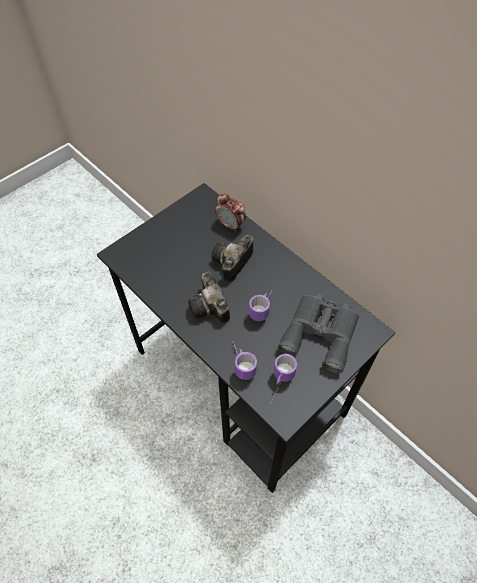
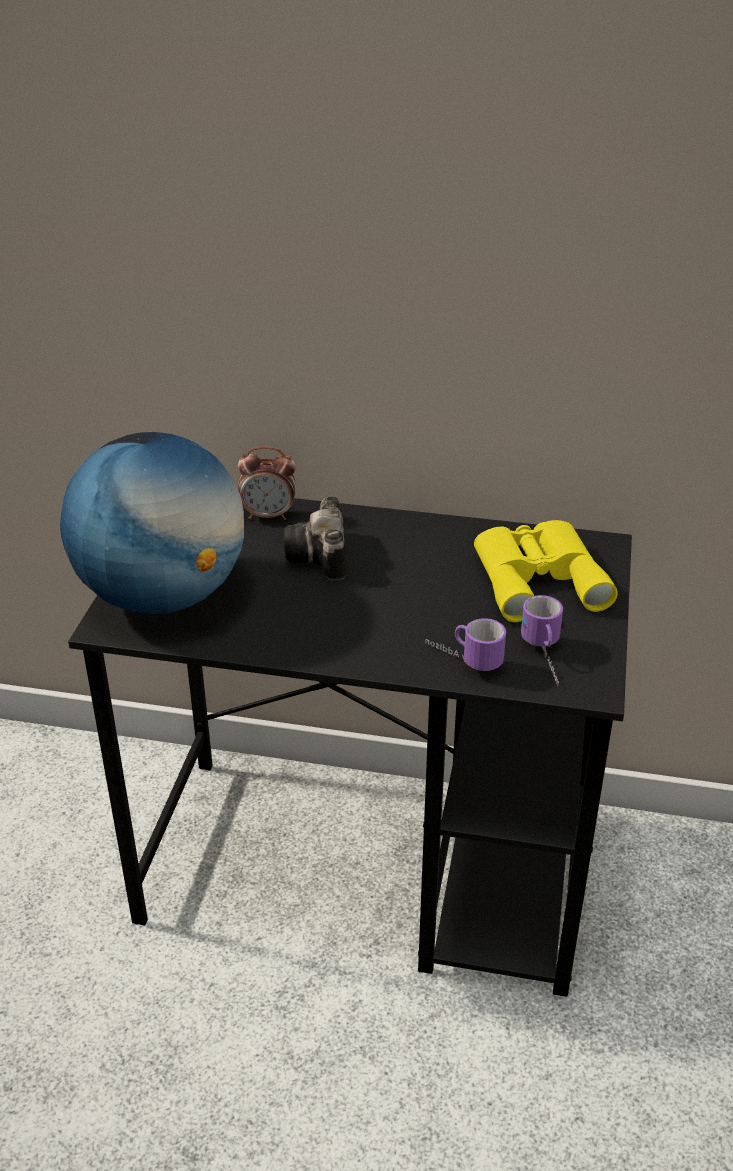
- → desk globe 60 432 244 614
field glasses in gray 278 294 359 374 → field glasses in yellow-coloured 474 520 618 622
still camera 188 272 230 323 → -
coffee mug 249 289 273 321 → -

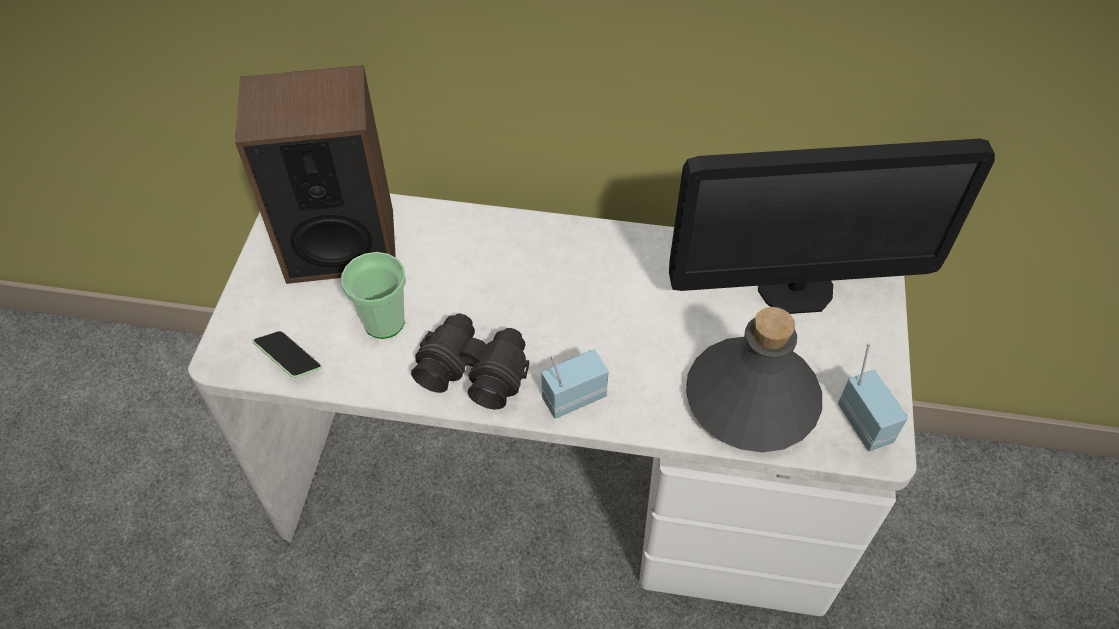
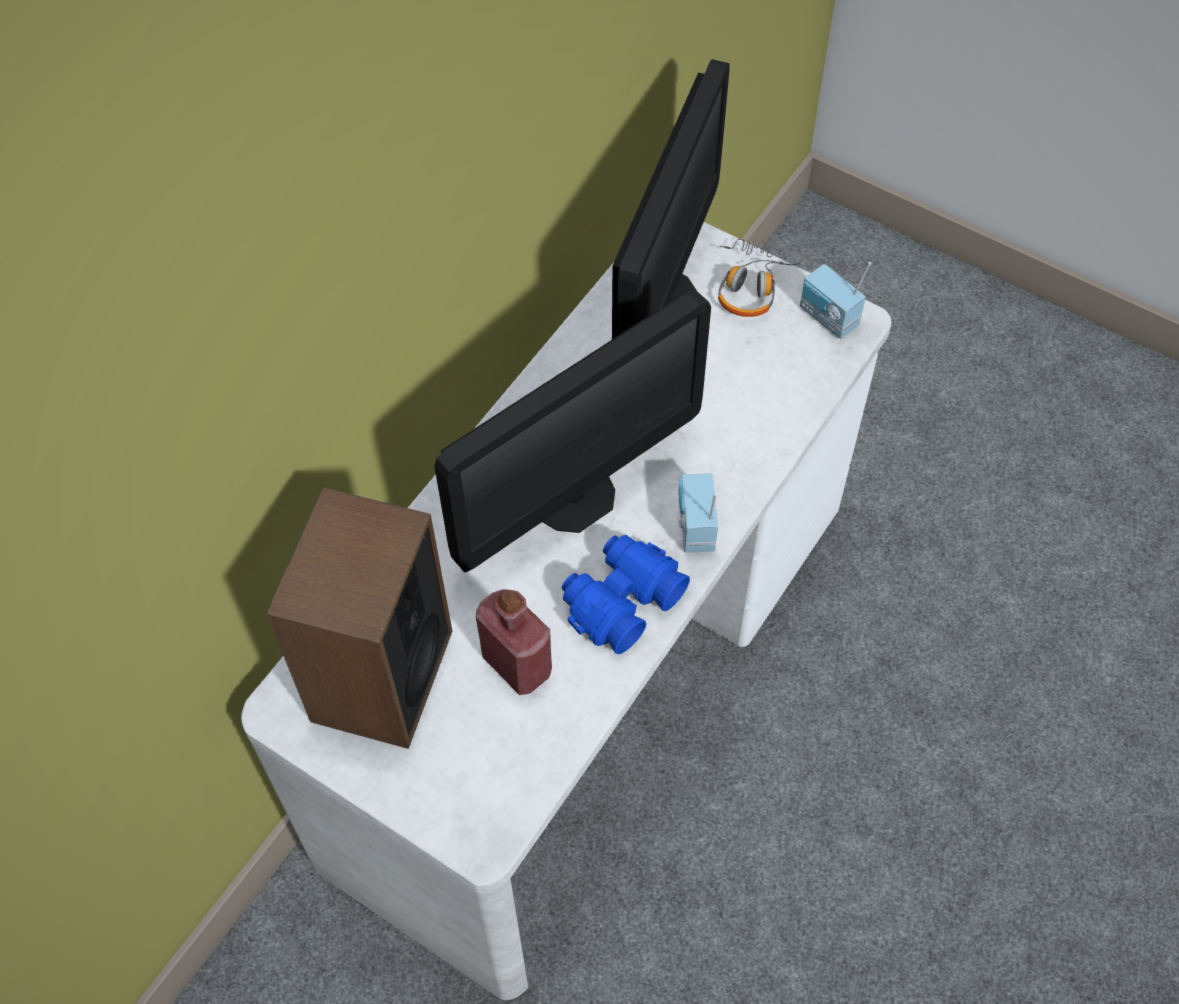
- → monitor 434 290 711 573
cup 341 252 406 339 → beverage bottle in red 476 589 552 695
field glasses in blackish 411 314 529 409 → field glasses in bluish 562 535 690 654
- → headphones 718 239 803 317
radio set 838 343 908 451 → radio set 800 262 871 339, 135 degrees counterclockwise
handset 253 331 322 378 → -
beverage bottle in gray 686 307 822 452 → -

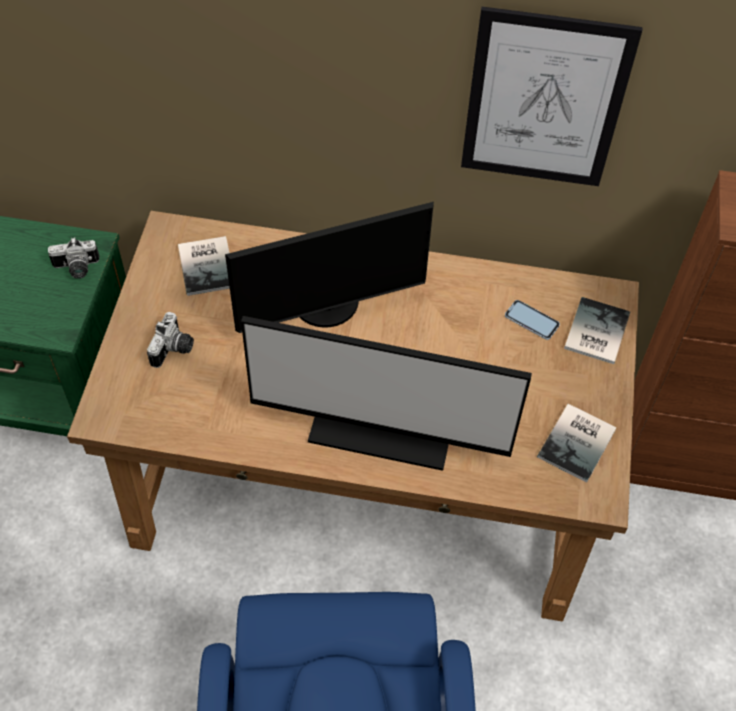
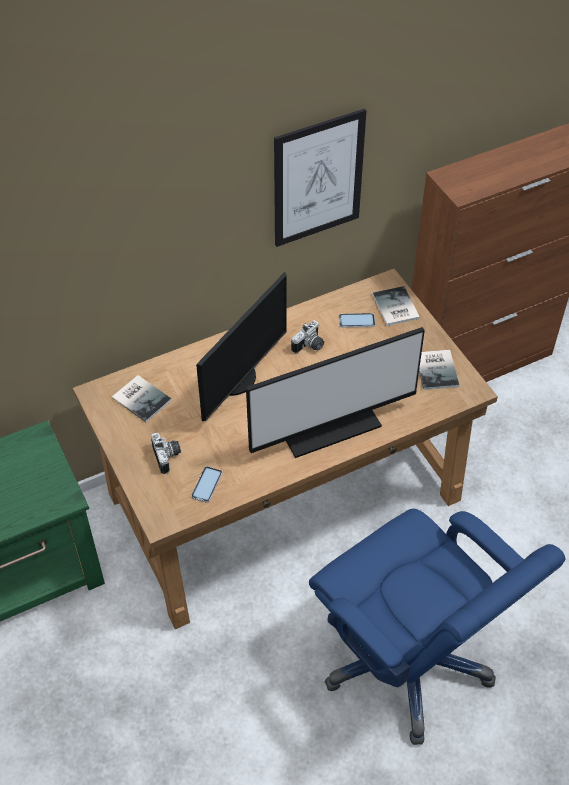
- → handset 191 466 222 503
still camera 48 238 100 279 → still camera 291 320 324 353, moved

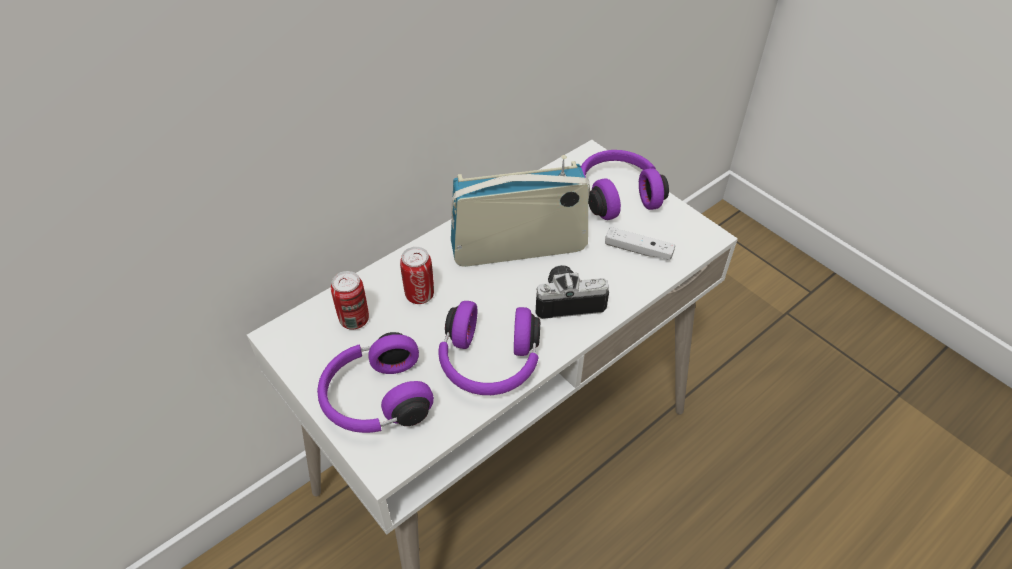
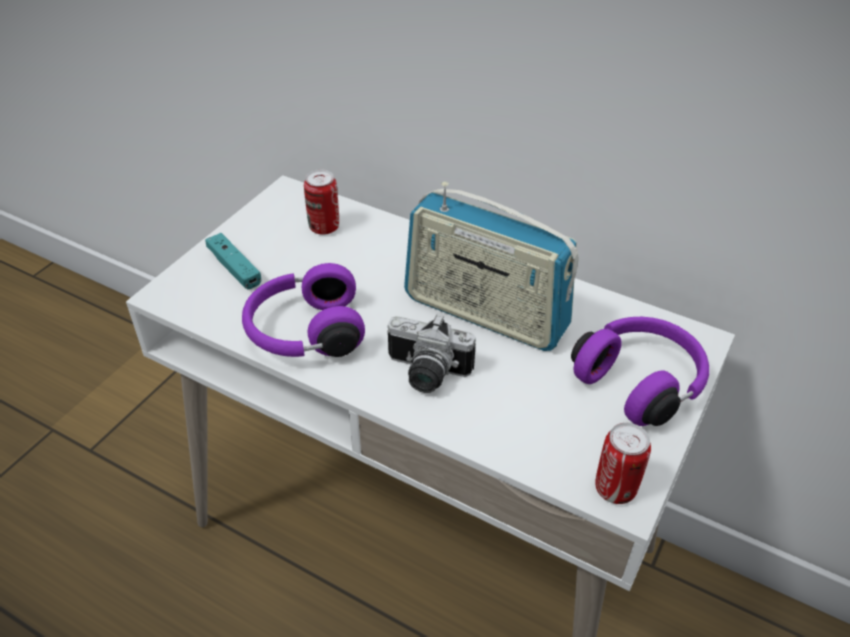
headphones in purple 317 332 434 433 → gamepad in turquoise-coloured 205 233 261 289
still camera 536 265 609 319 → still camera 387 315 476 393, 135 degrees clockwise
radio set 451 155 590 267 → radio set 404 182 579 351, 150 degrees clockwise
sealed can 400 247 434 304 → sealed can 595 423 651 504, moved
gamepad in white-coloured 605 227 675 260 → -

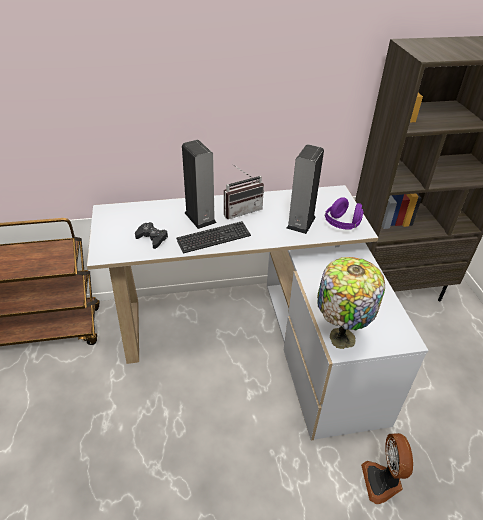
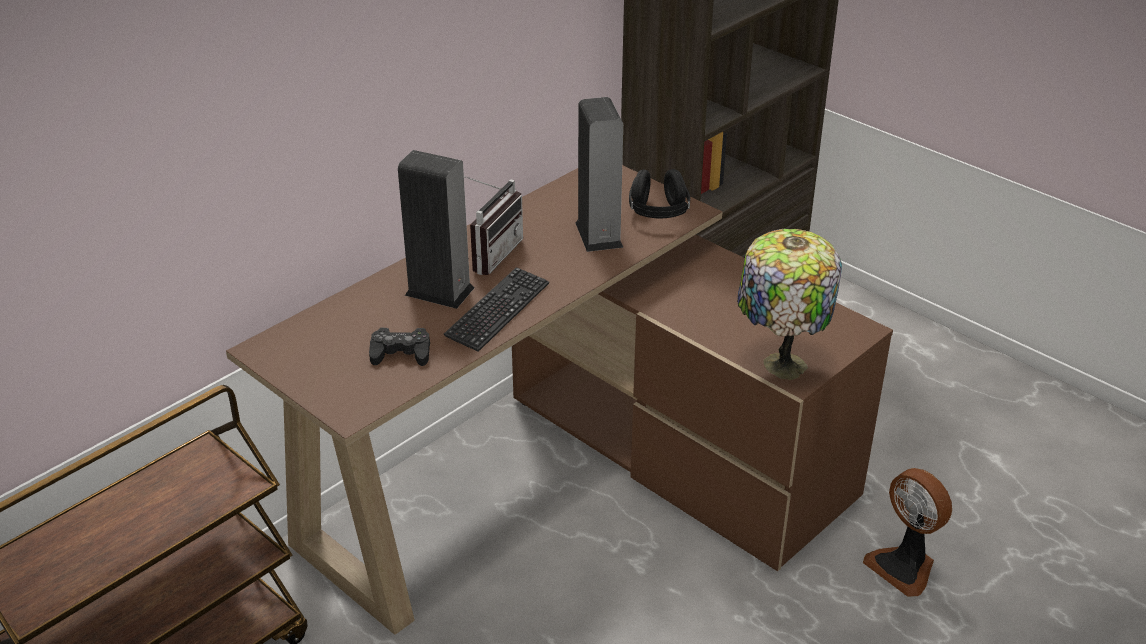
desk in white-coloured 87 185 428 440 → desk in brown-coloured 226 165 893 635
headphones in purple 325 198 364 230 → headphones in blackish 629 169 690 219

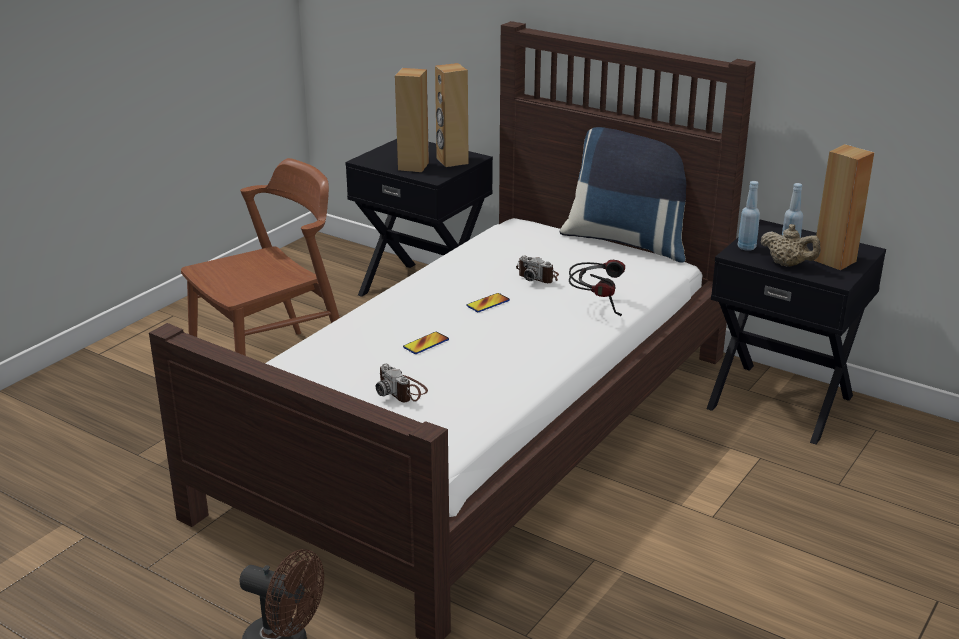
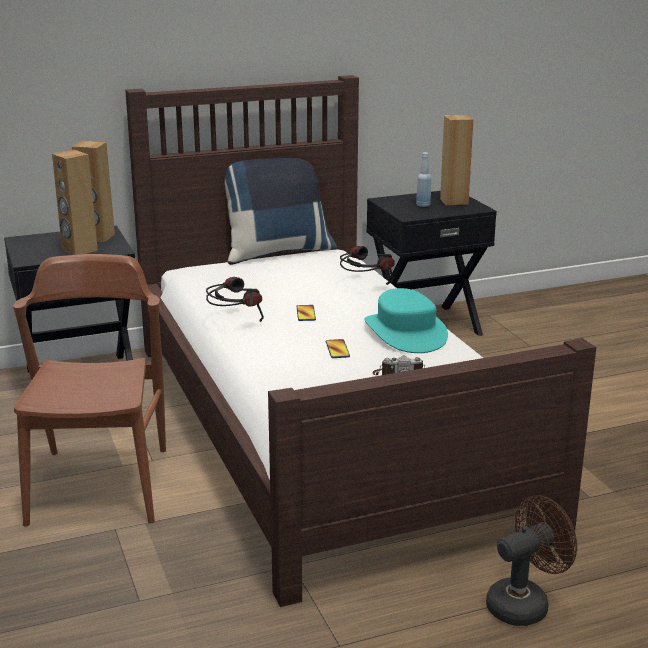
- → headphones 206 277 264 322
- → clothing hat in turquoise-coloured 364 288 448 353
still camera 516 256 559 283 → -
beverage bottle in bluish 737 181 760 251 → -
tea pot in sand-coloured 760 224 821 267 → -

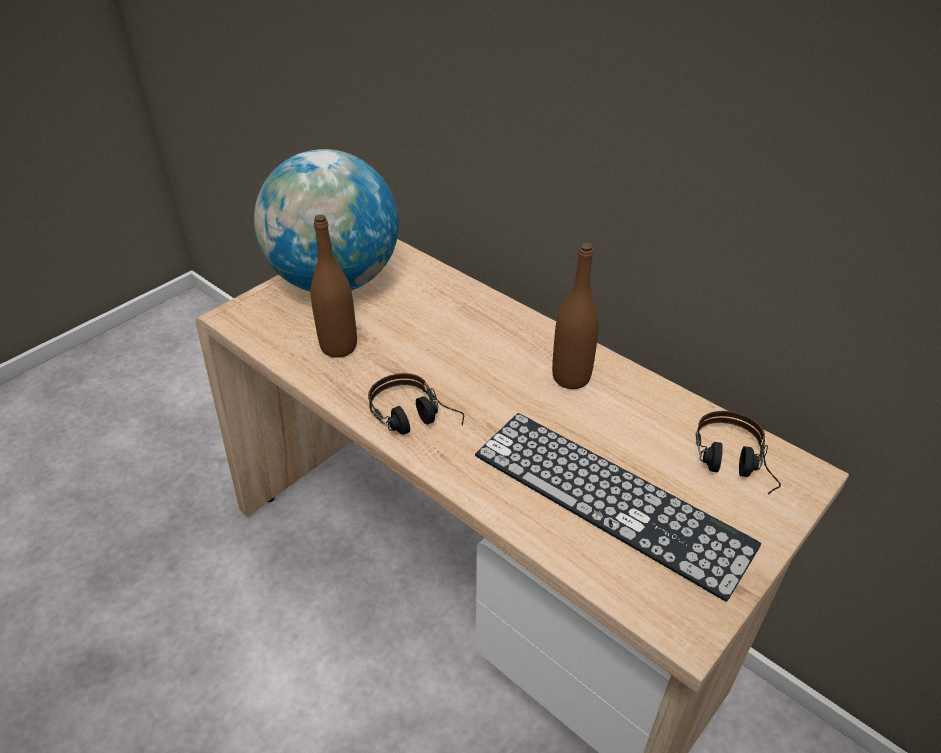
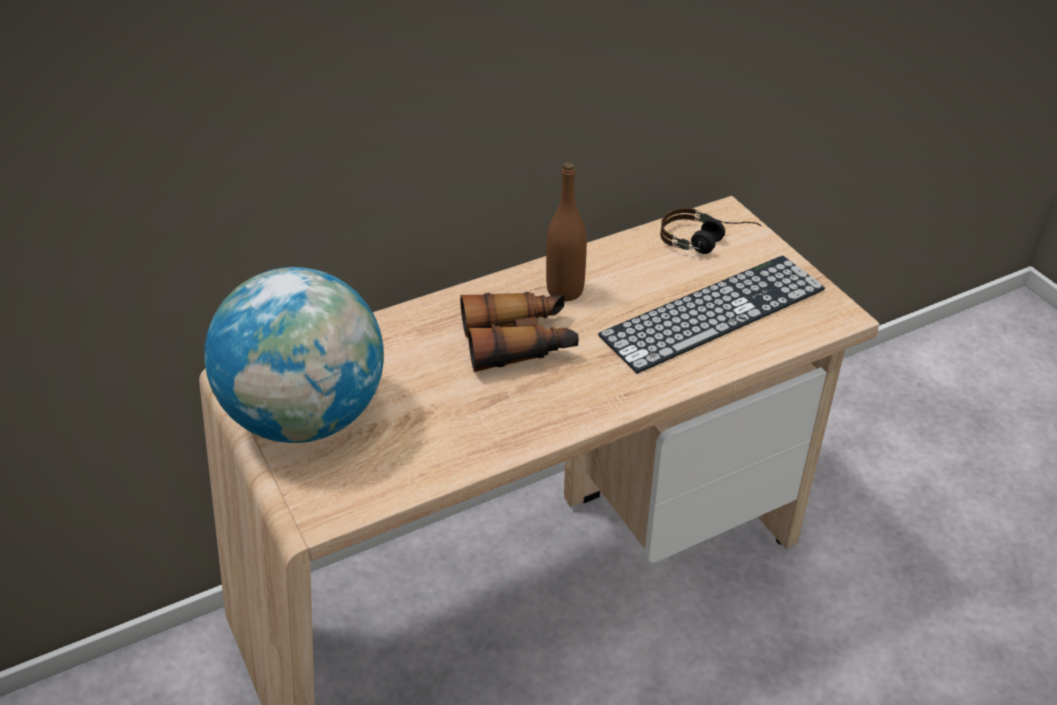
- → field glasses 460 292 579 372
beverage bottle in brown-coloured 311 214 357 358 → -
headphones 368 373 464 435 → -

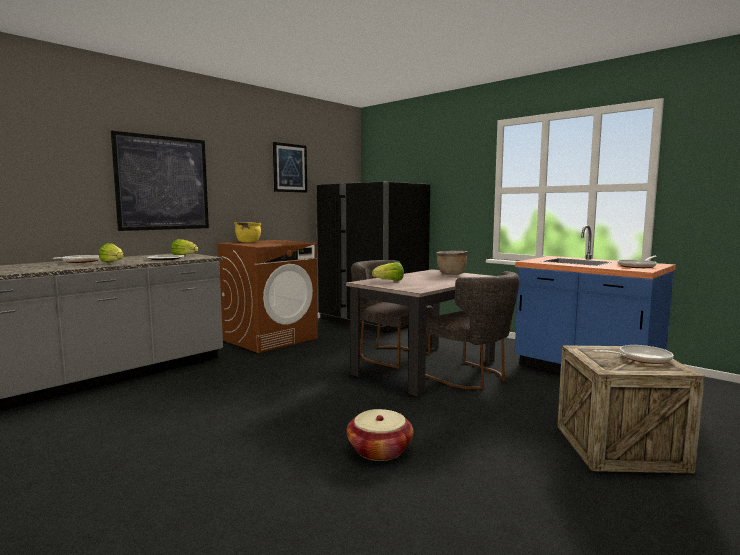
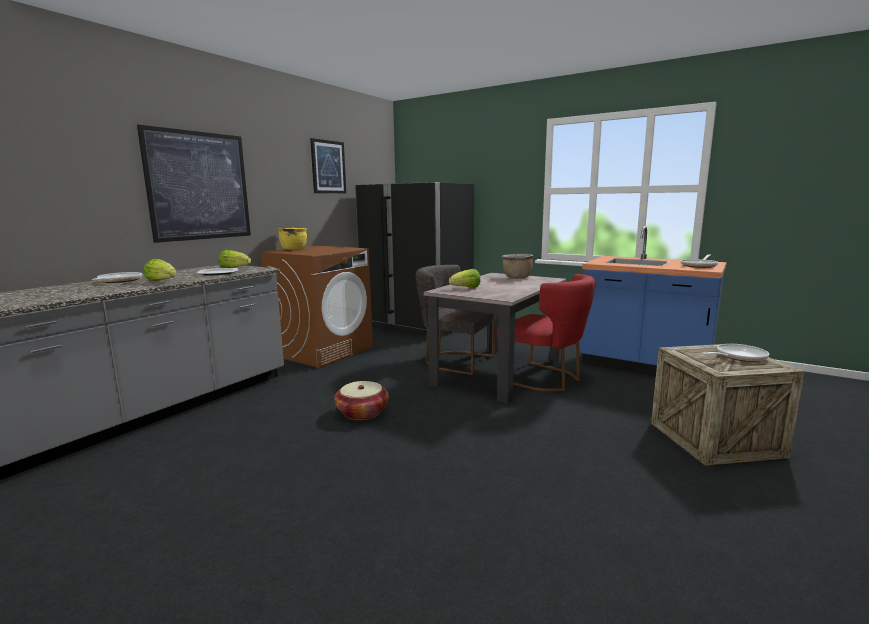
basket 347 409 413 461 → basket 334 381 389 420, moved
plain chair in gray 425 271 520 390 → plain chair in red 497 274 595 392

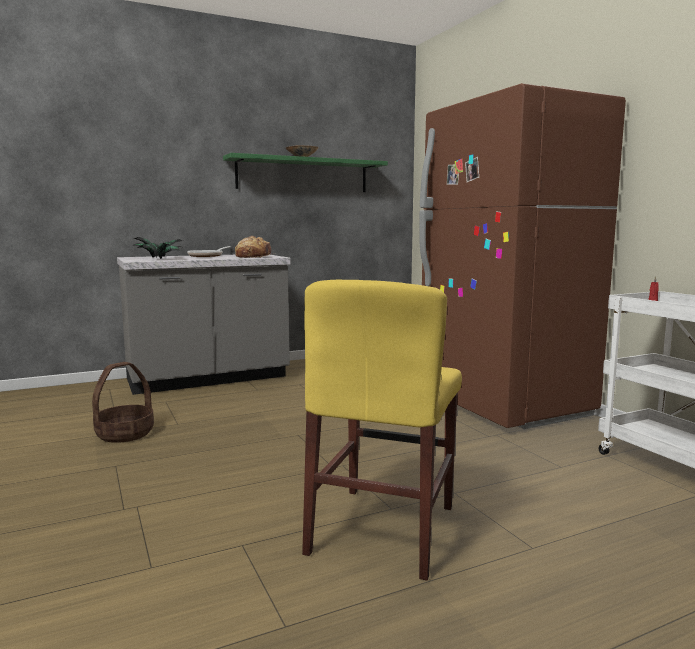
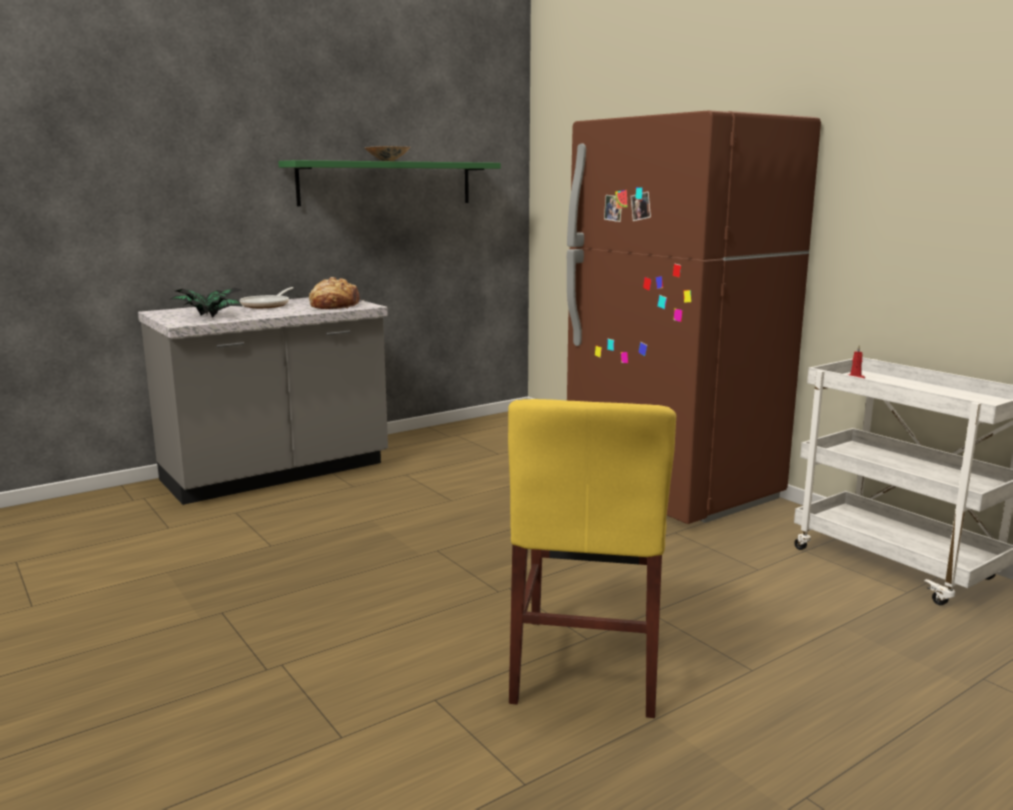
basket 92 362 154 443 → -

